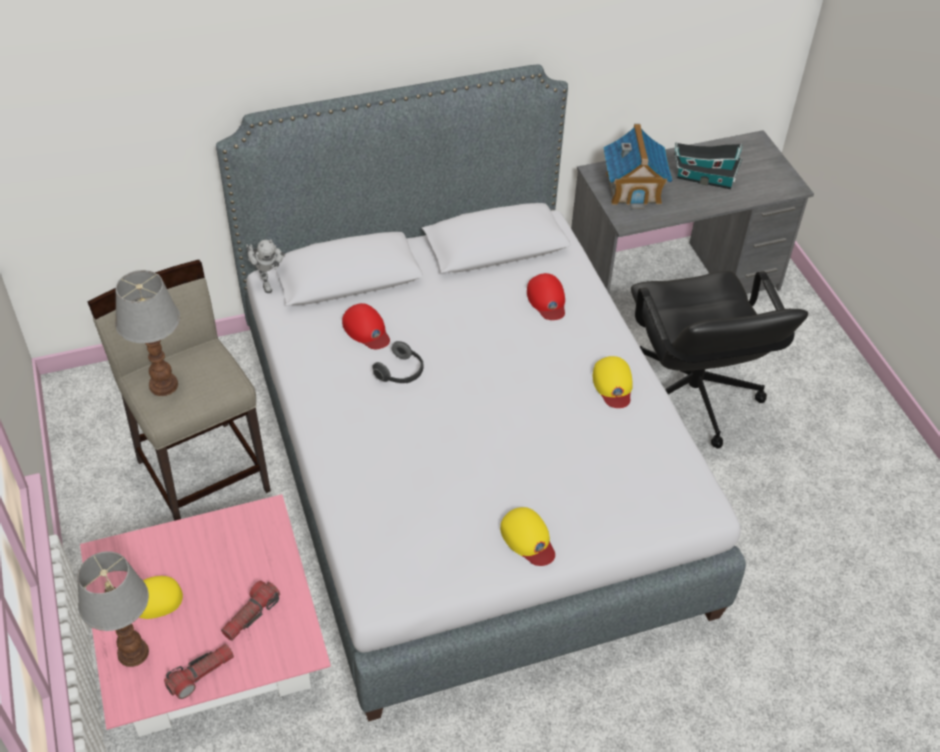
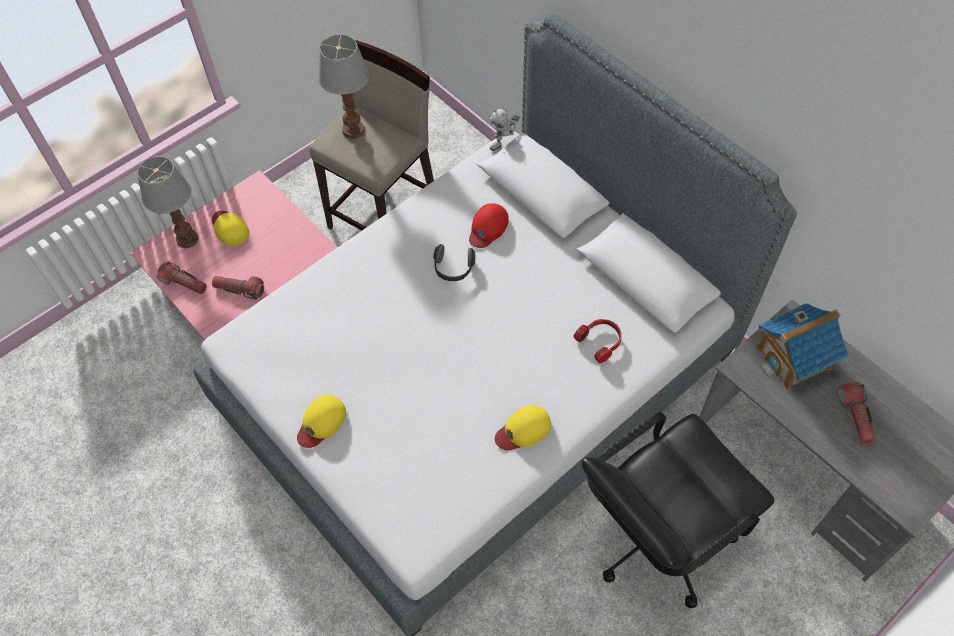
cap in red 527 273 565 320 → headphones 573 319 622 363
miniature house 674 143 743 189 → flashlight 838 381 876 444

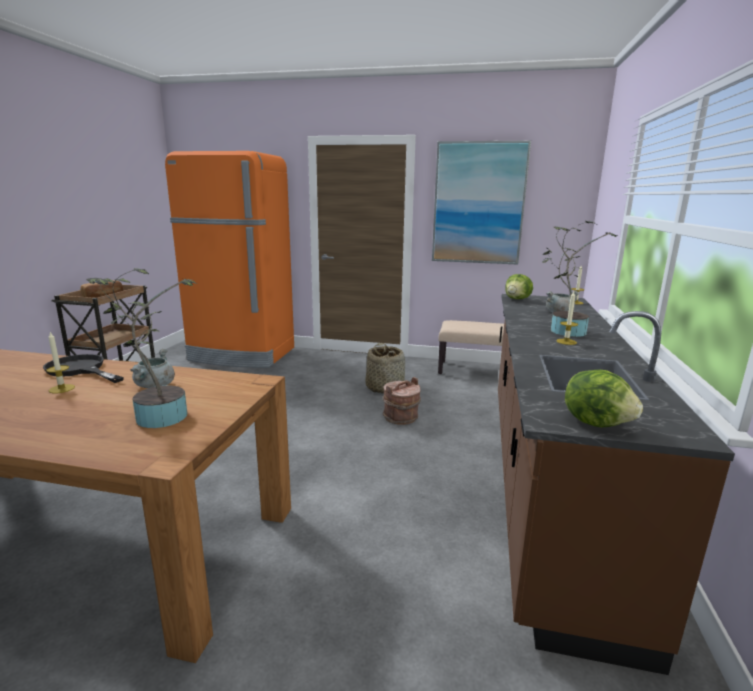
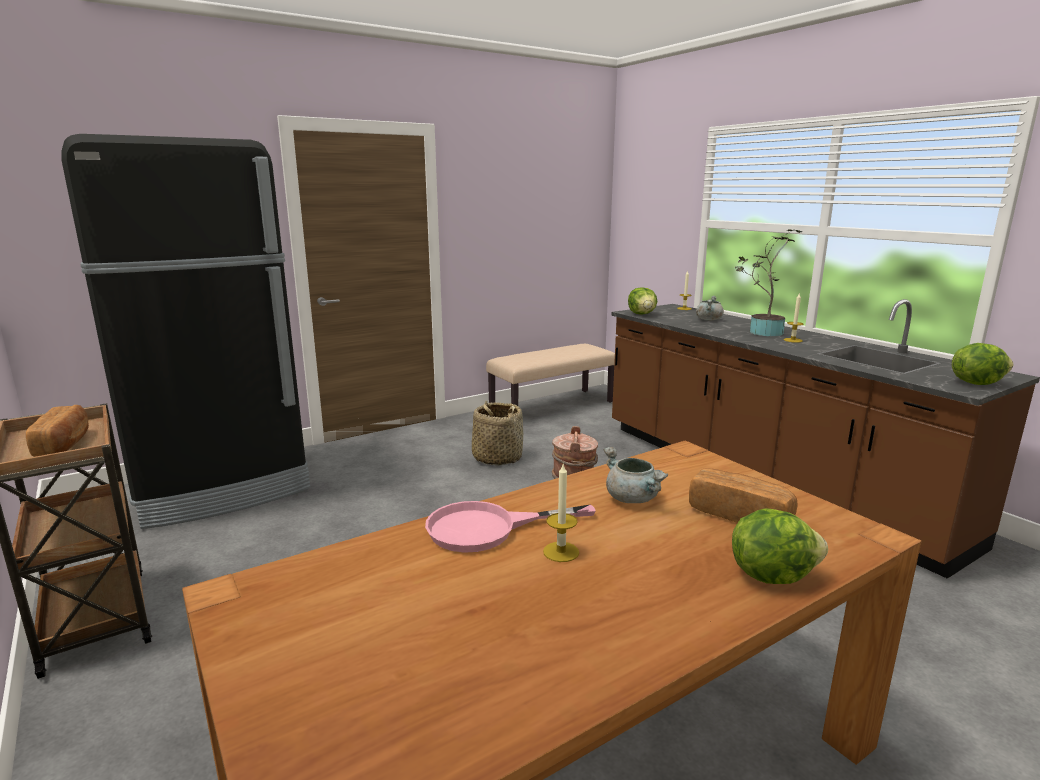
fridge in orange-coloured 165 151 294 368 → fridge in blackish 61 134 310 529
frying pan in blackish 43 354 124 383 → frying pan in pinkish 425 501 596 553
houseplant 86 268 197 428 → bakery bread 689 468 797 523
- → lettuce head 732 508 828 584
wall picture 432 141 531 265 → -

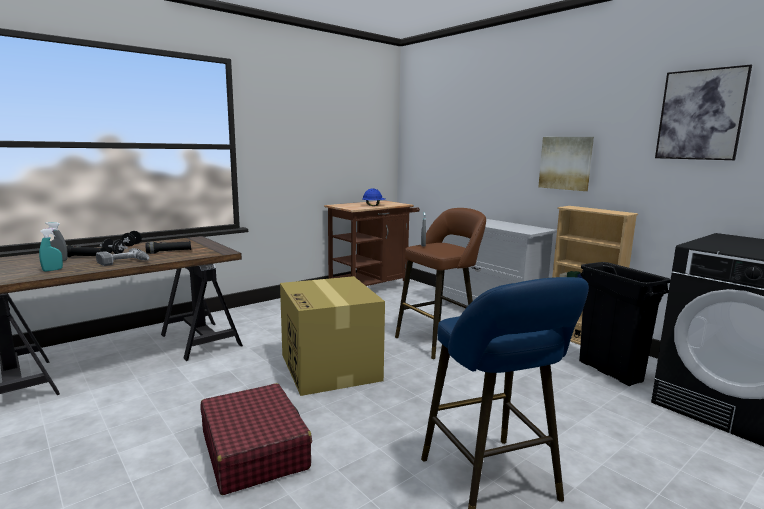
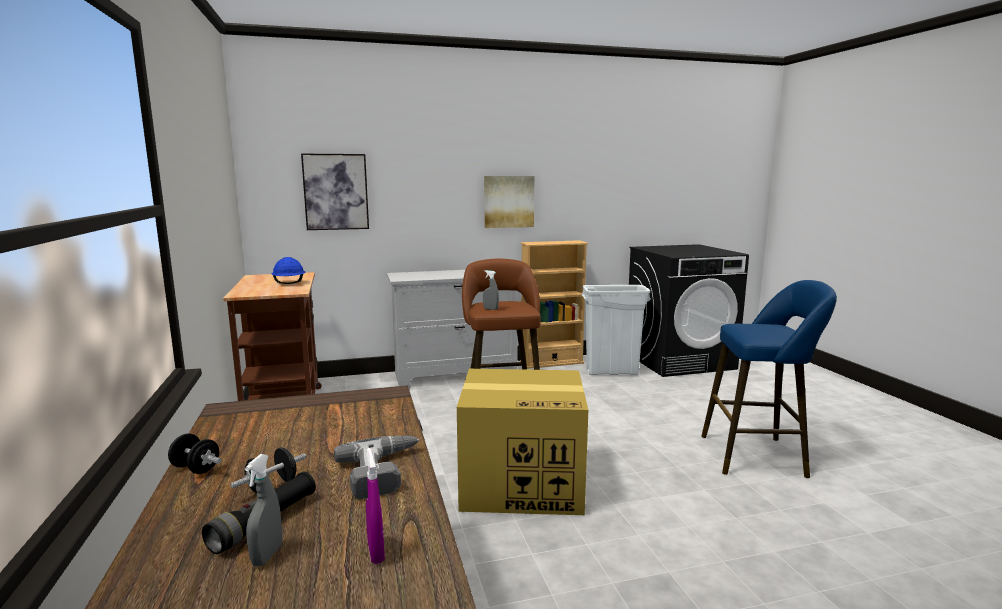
wall picture 655 65 752 160 → wall picture 301 154 369 230, moved
spray bottle in turquoise-coloured 39 228 63 272 → spray bottle in purple 366 448 385 564
rubbish bin in blackish 579 262 670 386 → rubbish bin in white-coloured 581 285 651 375
flashlight in blackish 145 241 191 254 → -
piece of luggage in red 200 383 312 495 → -

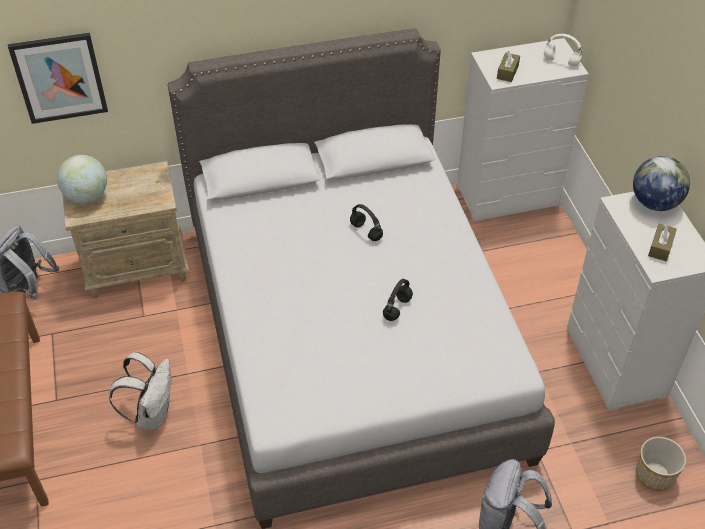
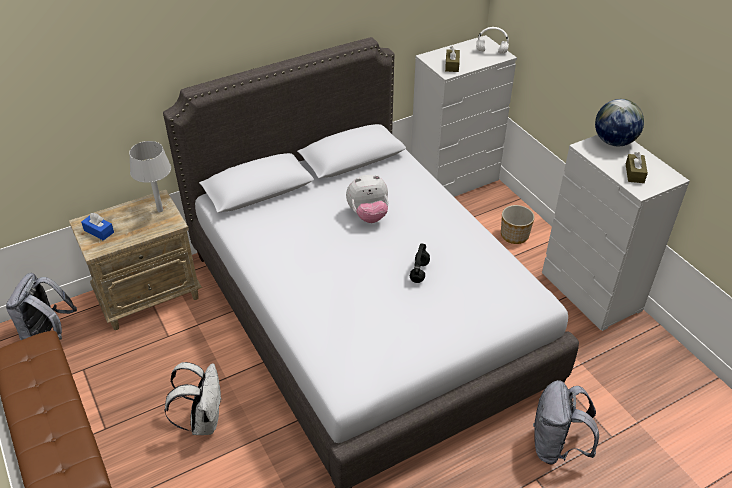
desk globe 57 155 107 204 → tissue box in bluish 81 213 114 241
- → tabletop lamp in gray 129 141 171 212
headphones in blackish 350 204 383 241 → cuddly toy 346 175 389 223
planter 636 437 686 491 → planter 501 205 535 244, moved
wall picture 8 33 108 124 → -

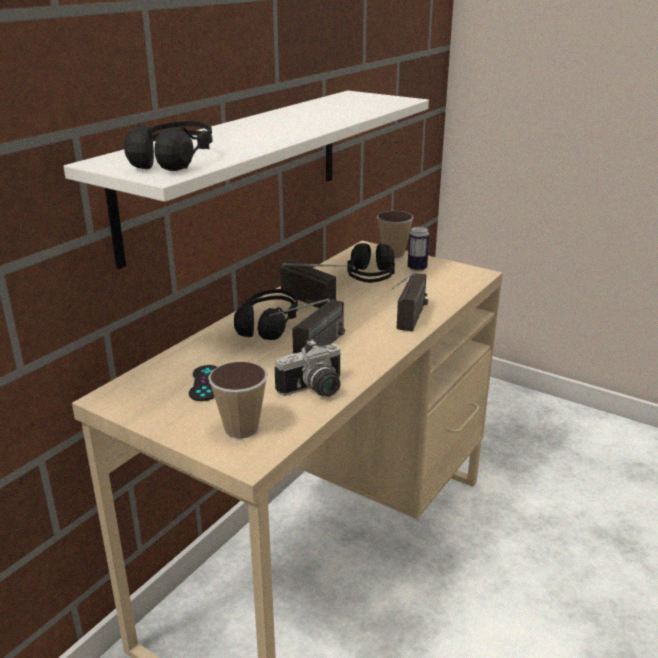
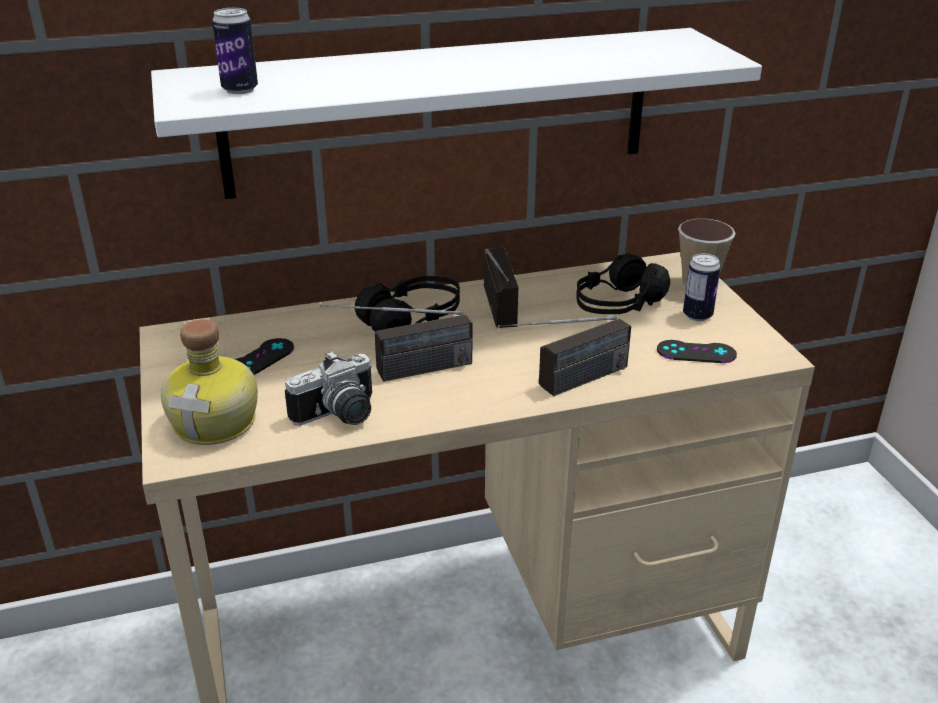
cup 208 361 268 439 → beverage bottle 161 319 258 445
headphones in blackish 124 121 213 171 → sealed can 212 8 258 94
still camera 275 339 341 397 → still camera 285 351 372 426, 45 degrees counterclockwise
- → gamepad in blackish 657 340 737 363

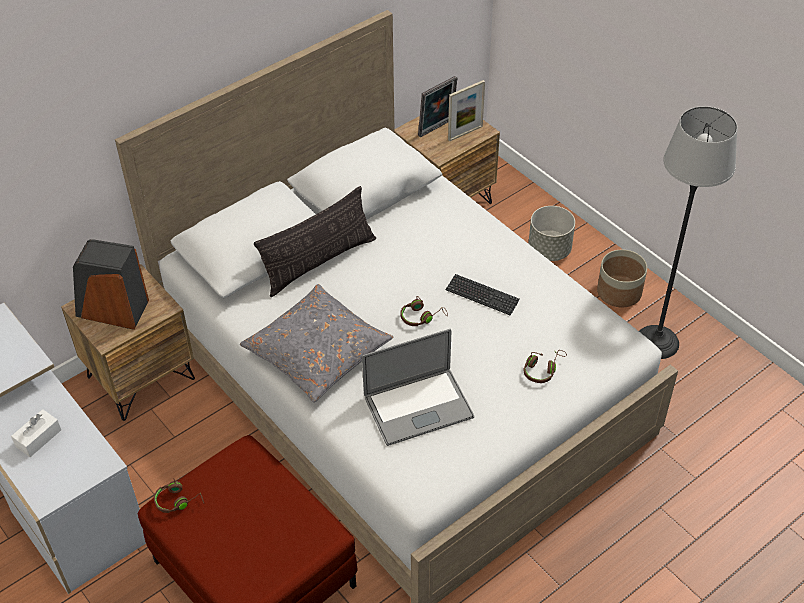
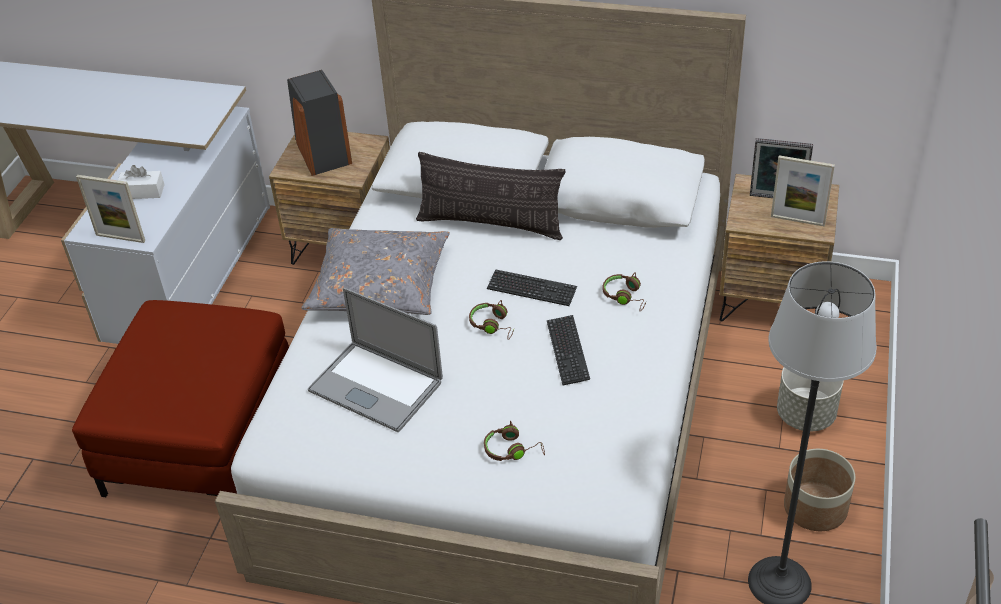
- → photo frame 76 175 145 243
- → keyboard 487 269 577 306
headphones in brown-coloured 154 479 204 513 → headphones in brown-coloured 603 272 647 312, moved

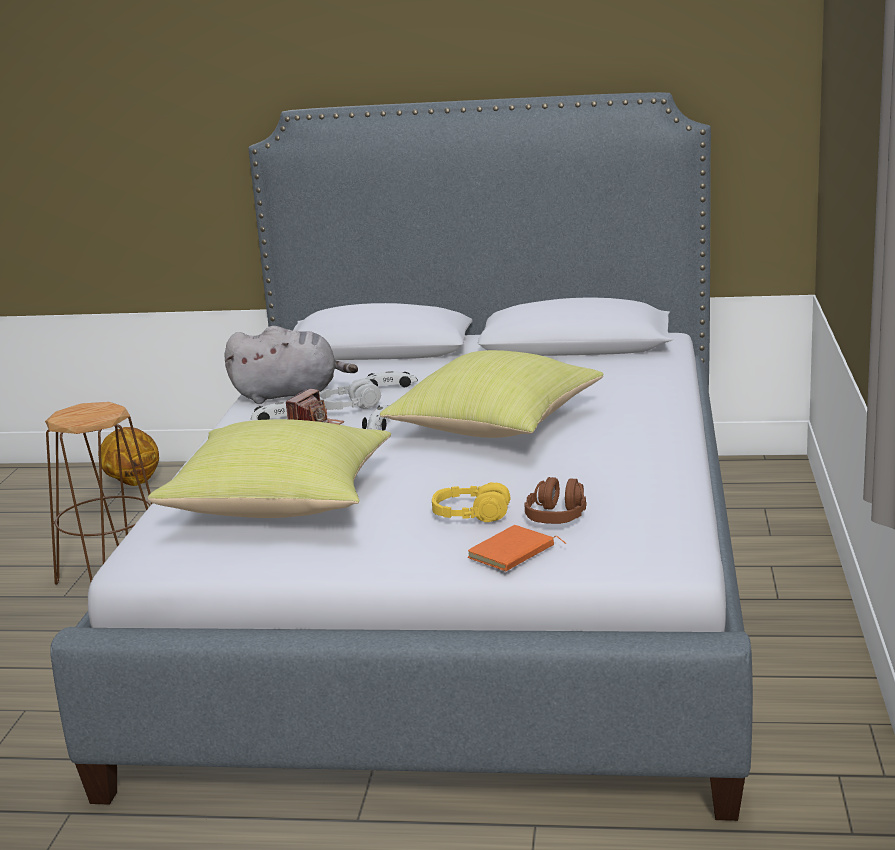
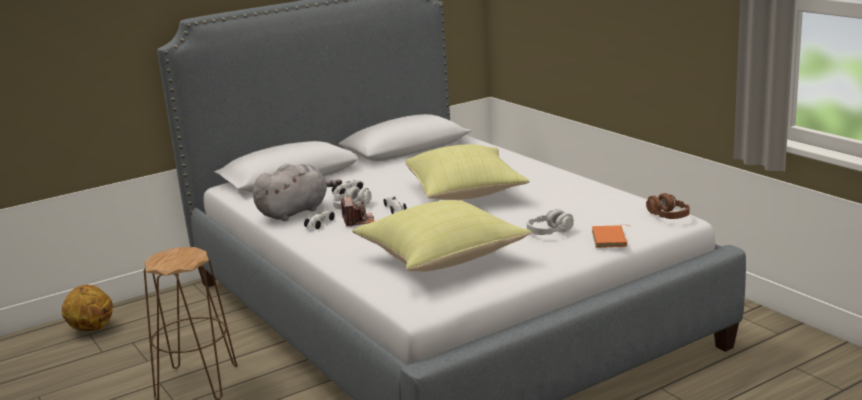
headphones in yellow-coloured 432 482 510 522 → headphones in gray 527 209 574 235
headphones in brown-coloured 525 477 587 524 → headphones in brown-coloured 646 193 690 219, moved

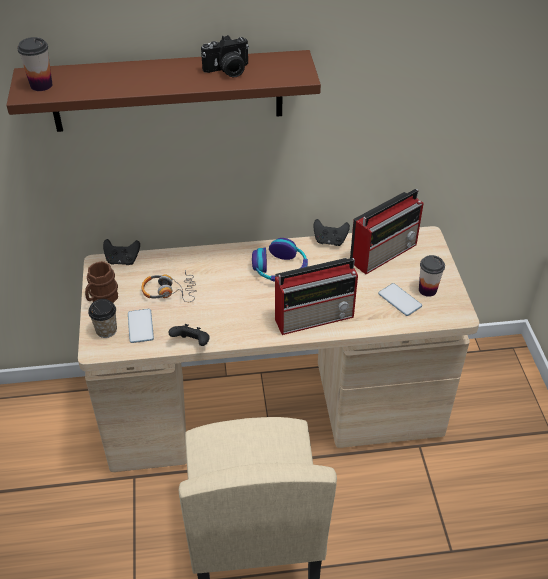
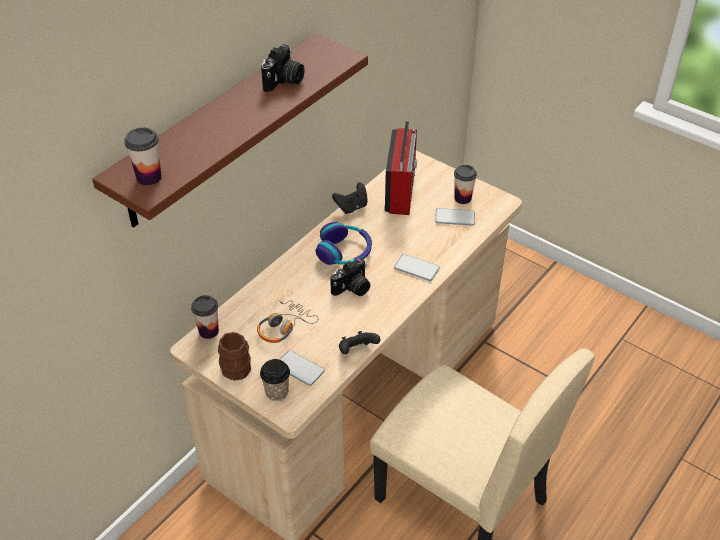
gamepad in blackish 103 239 140 265 → cup 191 295 219 339
- → still camera 330 259 370 296
radio set 275 258 358 335 → handset 394 254 440 281

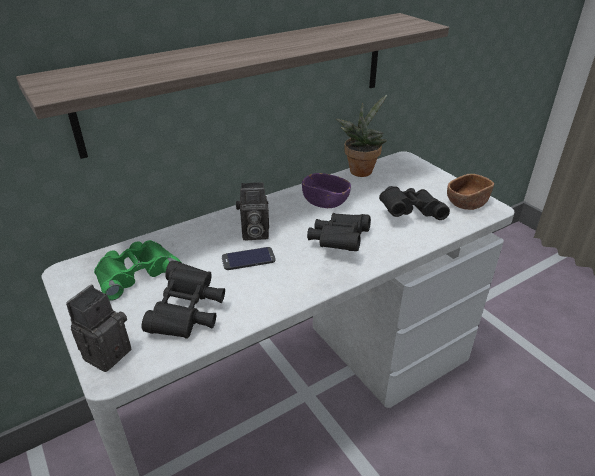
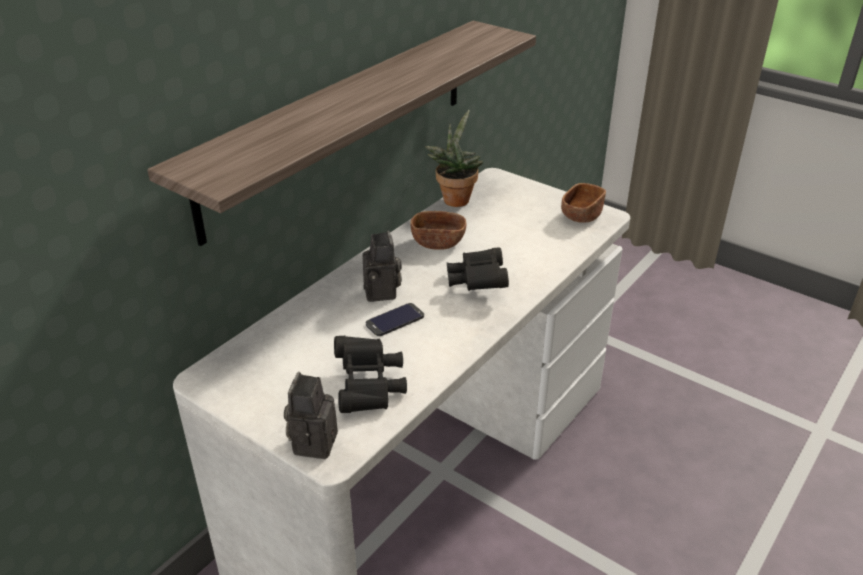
still camera 236 182 269 240 → still camera 362 230 402 302, 75 degrees counterclockwise
serving bowl in purple 302 173 351 208 → serving bowl in brown-coloured 410 211 466 250
field glasses in greenish 94 240 182 300 → -
field glasses in blackish 379 186 450 220 → -

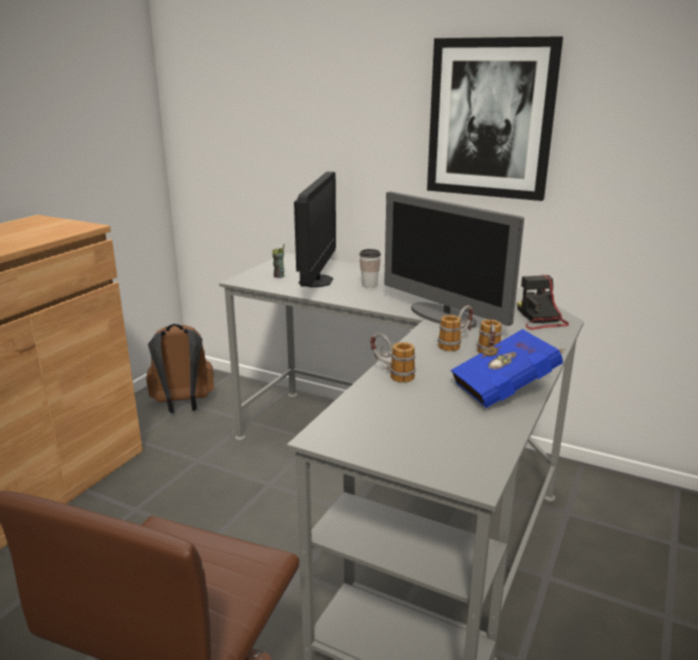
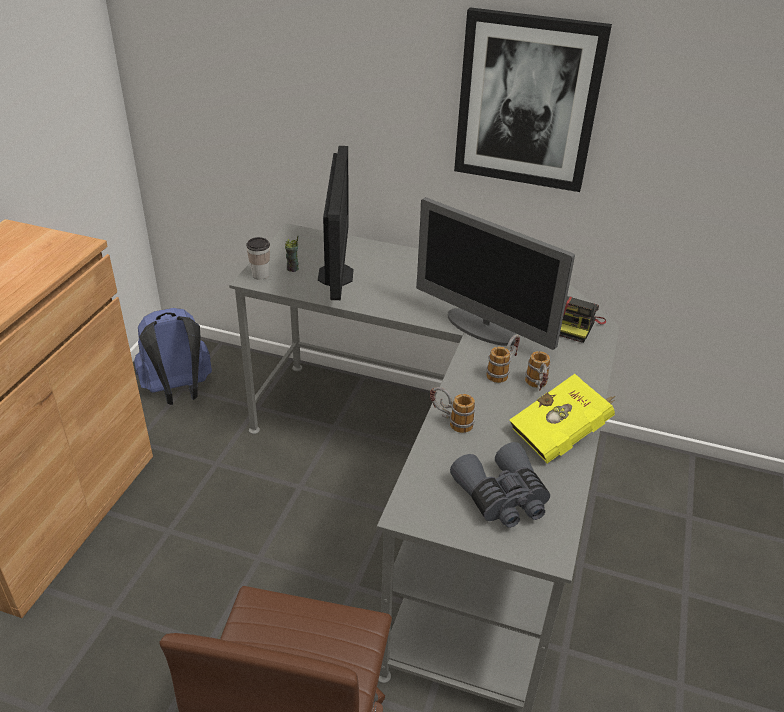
rucksack in brown-coloured 146 324 214 413 → rucksack in bluish 134 308 212 405
cup 360 249 381 288 → cup 246 237 270 280, moved
- → field glasses in gray 450 442 550 528
book in bluish 451 329 565 408 → book in yellow-coloured 509 374 615 463
still camera 517 275 569 330 → still camera 560 296 606 343, 135 degrees counterclockwise

